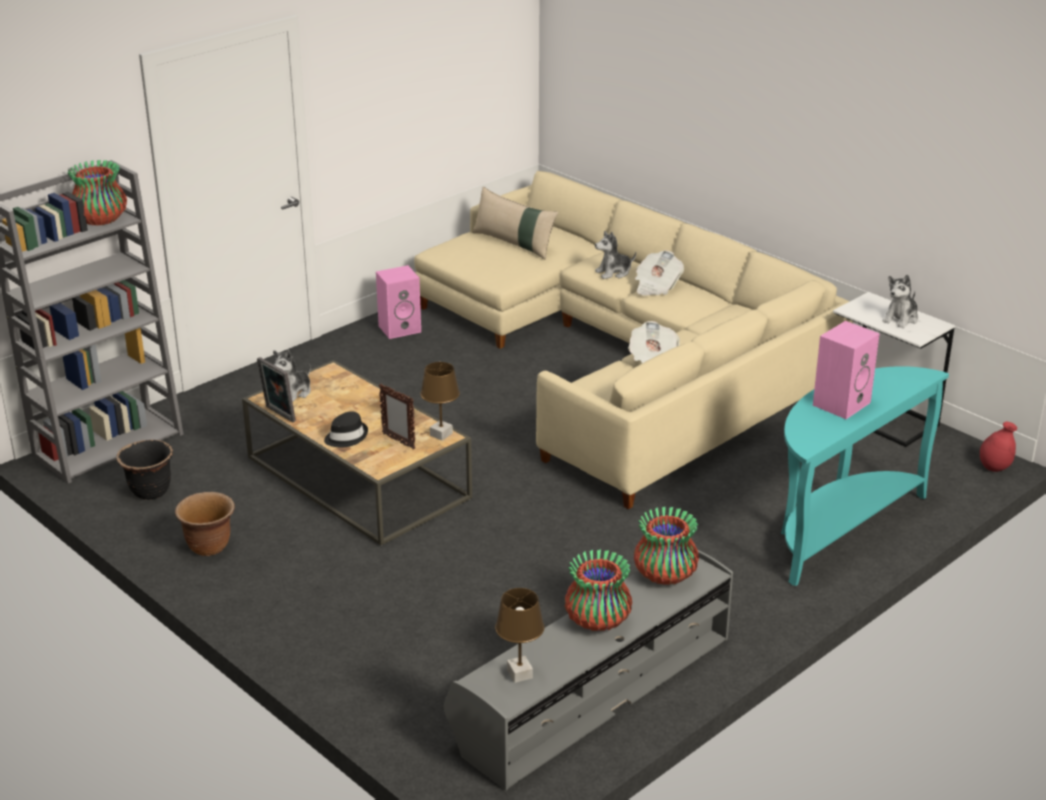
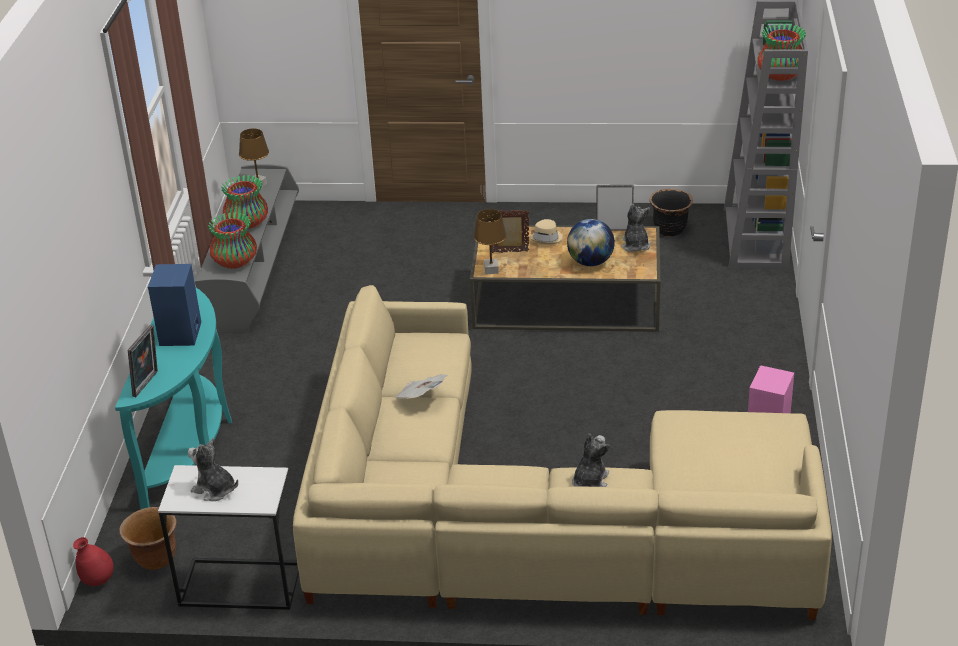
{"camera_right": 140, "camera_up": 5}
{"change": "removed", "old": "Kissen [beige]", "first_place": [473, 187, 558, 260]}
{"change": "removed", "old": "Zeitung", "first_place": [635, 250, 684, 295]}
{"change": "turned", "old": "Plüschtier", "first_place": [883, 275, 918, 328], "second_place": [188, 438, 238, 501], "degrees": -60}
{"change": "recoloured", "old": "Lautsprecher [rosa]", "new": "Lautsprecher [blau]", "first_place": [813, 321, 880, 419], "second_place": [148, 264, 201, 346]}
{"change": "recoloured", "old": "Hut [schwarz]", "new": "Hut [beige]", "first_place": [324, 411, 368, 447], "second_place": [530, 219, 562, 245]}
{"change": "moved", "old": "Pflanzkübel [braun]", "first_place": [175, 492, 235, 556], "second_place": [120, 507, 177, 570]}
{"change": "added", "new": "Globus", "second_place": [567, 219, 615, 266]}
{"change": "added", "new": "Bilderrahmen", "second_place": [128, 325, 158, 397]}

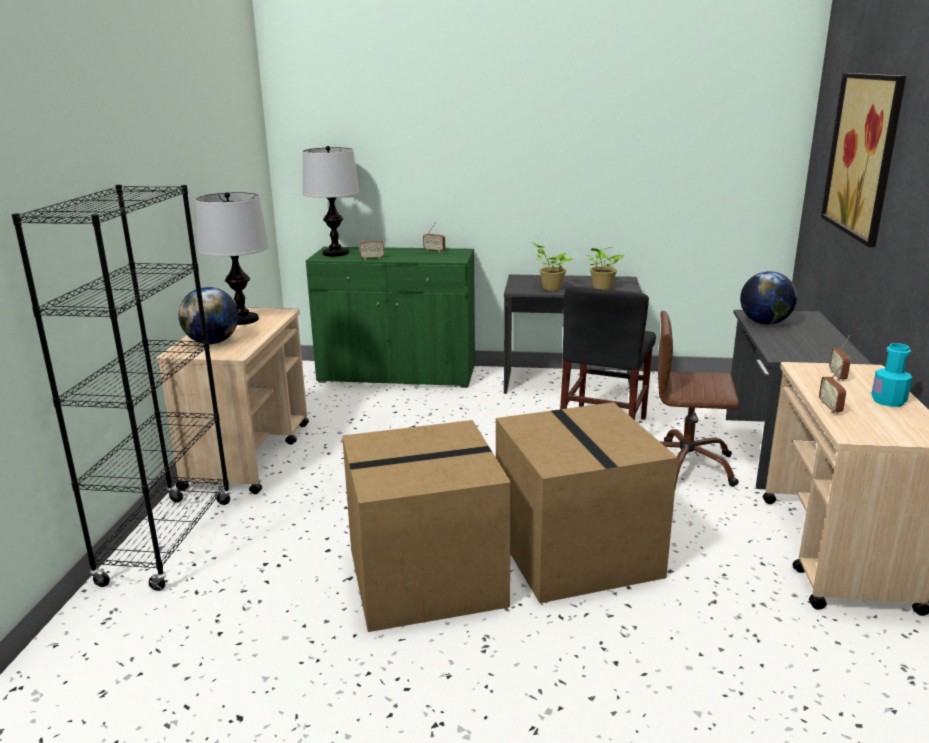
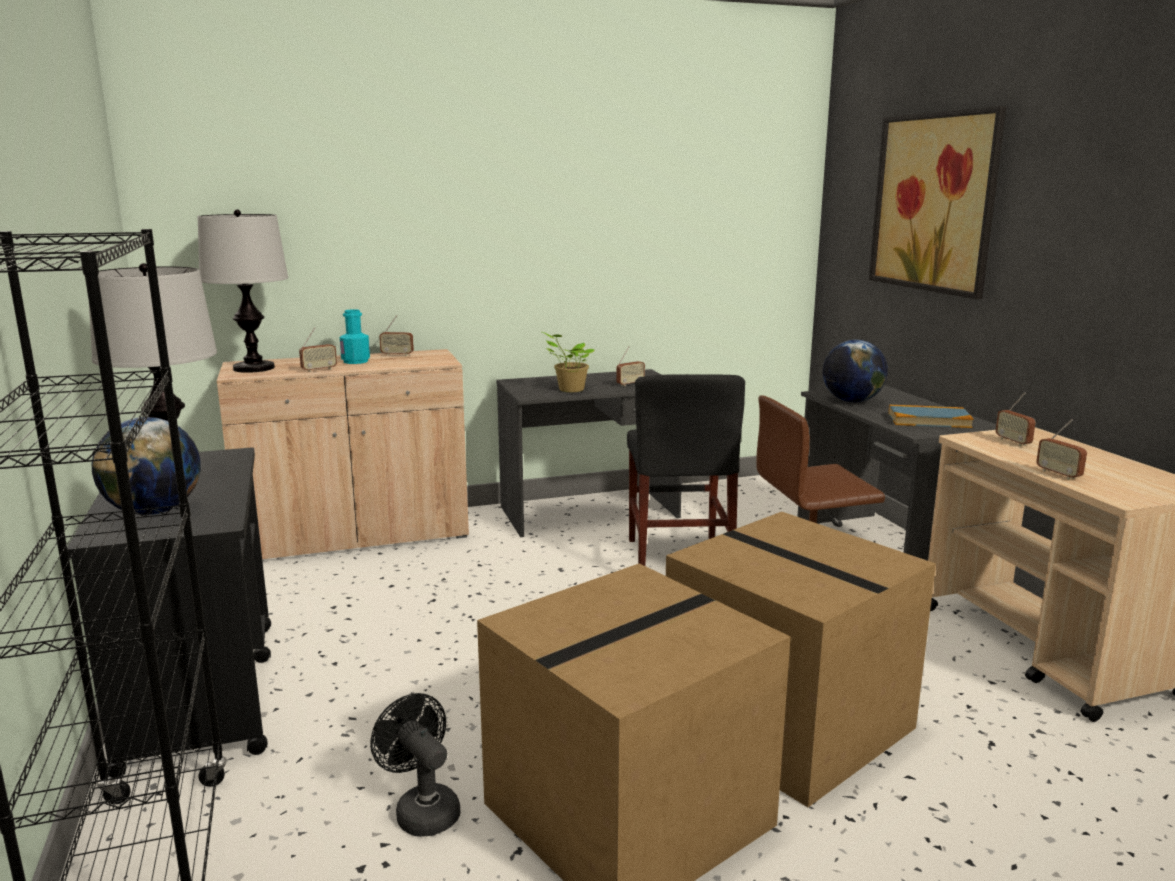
{"camera_right": -25, "camera_up": -5}
{"change": "recoloured", "old": "Schrank [grün]", "new": "Schrank [beige]", "first_place": [306, 247, 475, 388], "second_place": [217, 349, 469, 559]}
{"change": "replaced", "old": "Topfpflanze", "new": "Radio", "first_place": [587, 247, 624, 290], "second_place": [616, 346, 645, 386]}
{"change": "recoloured", "old": "Rollwagen [beige]", "new": "Rollwagen [schwarz]", "first_place": [156, 308, 309, 494], "second_place": [67, 448, 271, 779]}
{"change": "moved", "old": "Flasche [türkis]", "first_place": [871, 343, 912, 407], "second_place": [340, 309, 370, 364]}
{"change": "added", "new": "Buch", "second_place": [888, 405, 974, 428]}
{"change": "added", "new": "Ventilator [schwarz]", "second_place": [370, 693, 460, 837]}

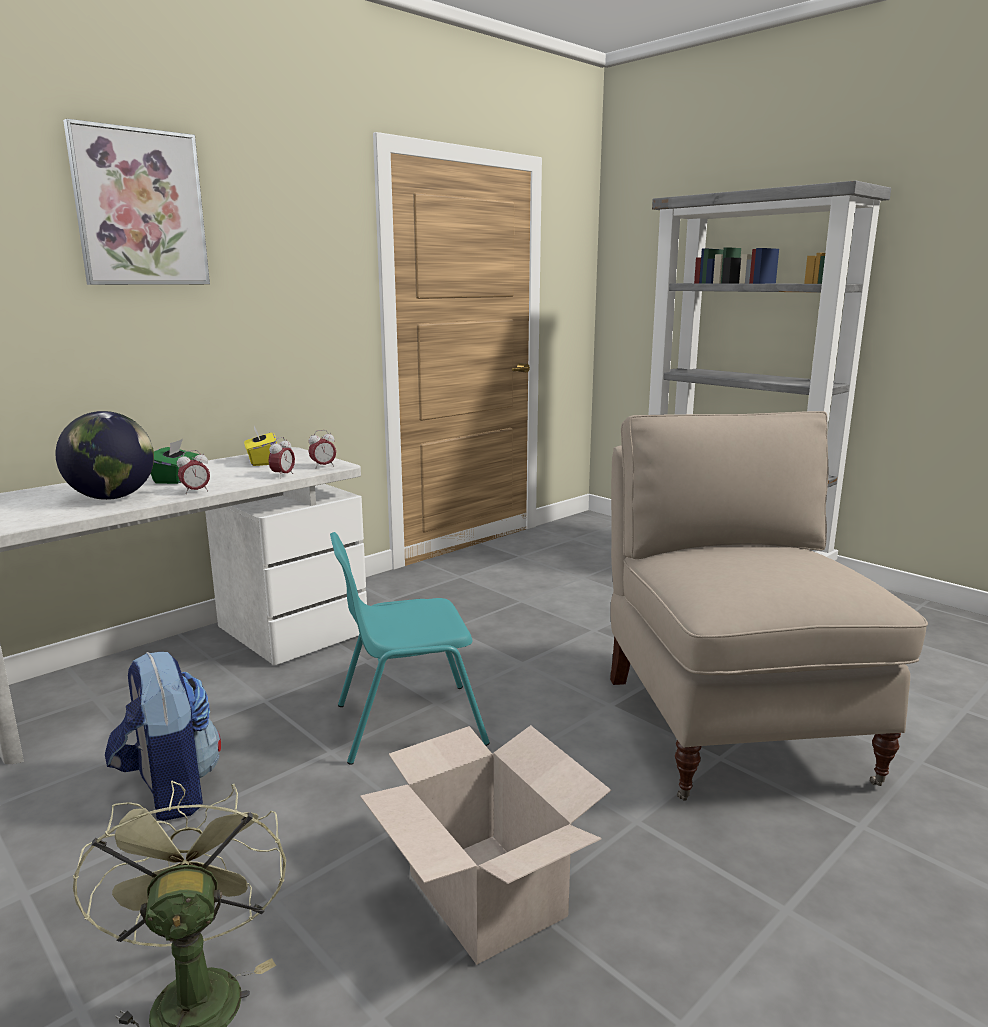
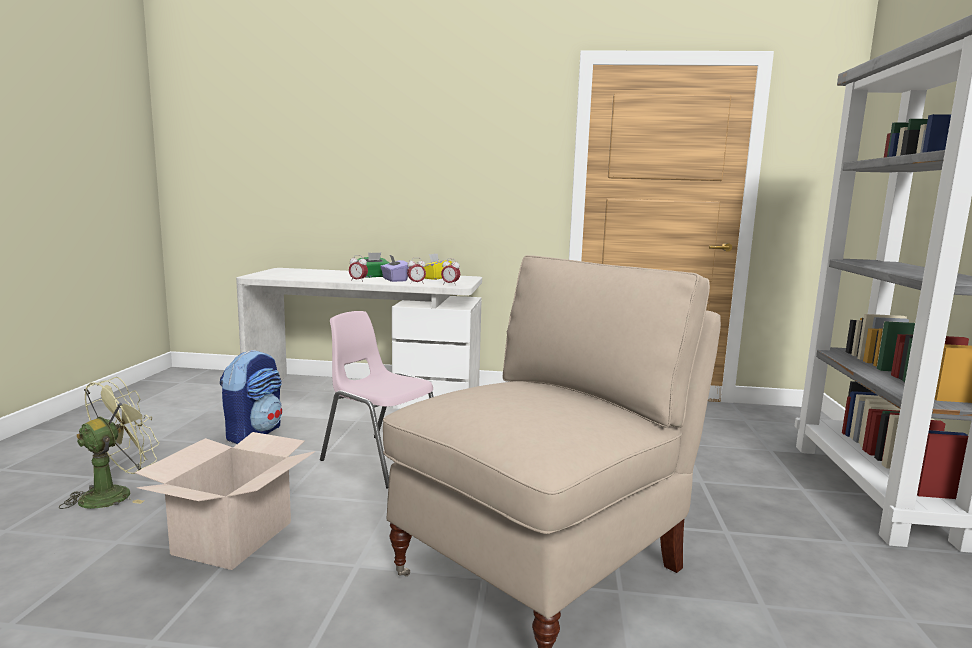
{"camera_right": 50, "camera_up": -5}
{"change": "removed", "old": "Bild", "first_place": [63, 119, 210, 285]}
{"change": "removed", "old": "Globus", "first_place": [56, 411, 154, 500]}
{"change": "recoloured", "old": "Stuhl [türkis]", "new": "Stuhl [rosa]", "first_place": [330, 532, 490, 765], "second_place": [320, 311, 433, 489]}
{"change": "added", "new": "Taschentuchbox [lila]", "second_place": [380, 254, 409, 282]}

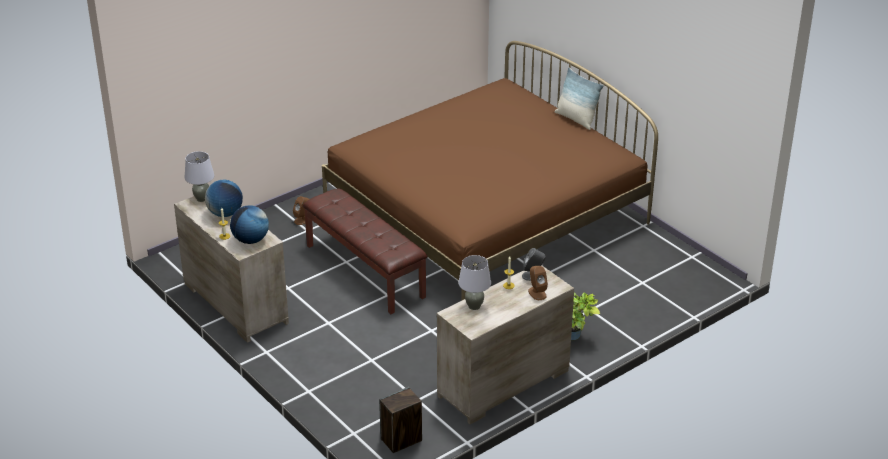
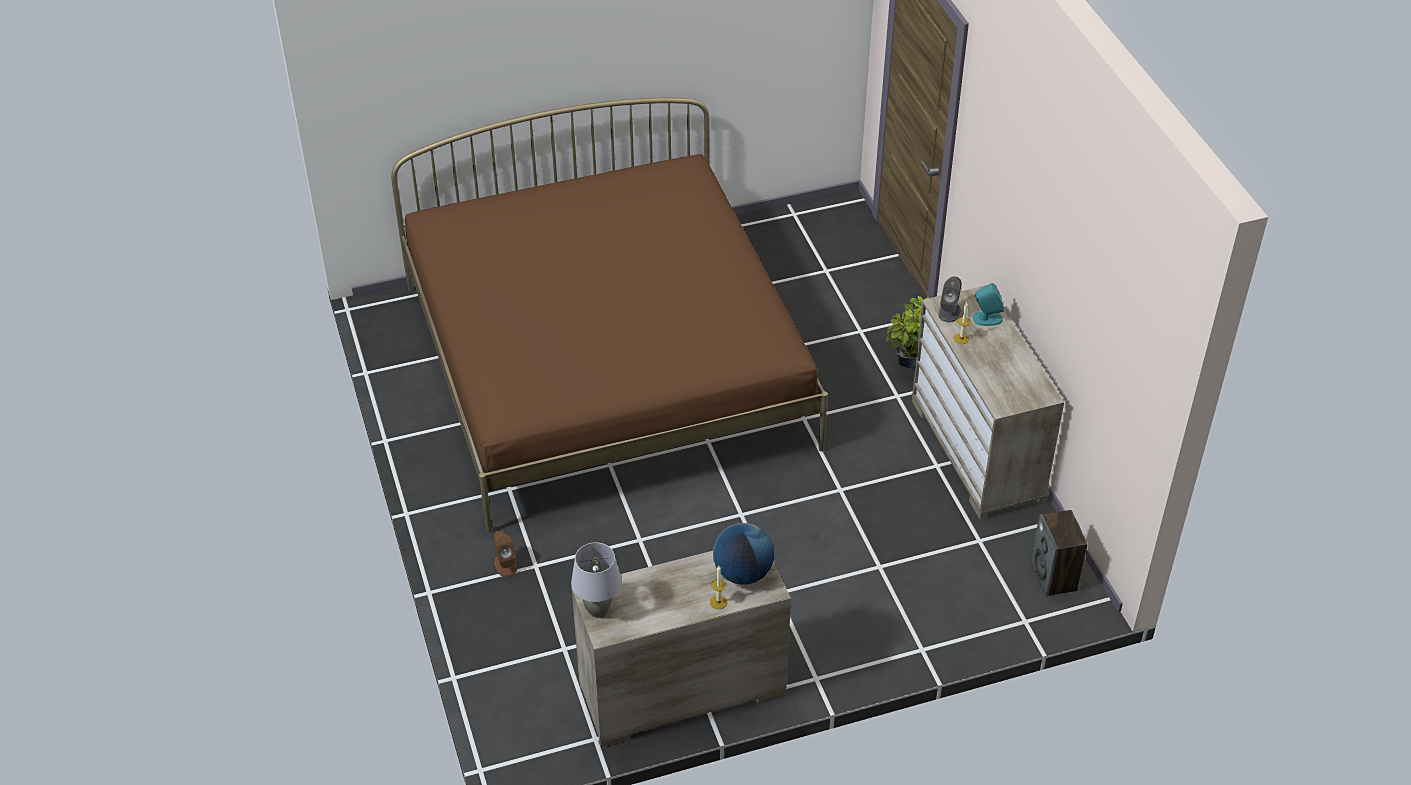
{"camera_right": -70, "camera_up": 10}
{"change": "removed", "old": "Kissen", "first_place": [555, 68, 604, 130]}
{"change": "removed", "old": "Globus", "first_place": [205, 180, 243, 217]}
{"change": "removed", "old": "Bank [braun]", "first_place": [303, 189, 427, 314]}
{"change": "removed", "old": "Tischlampe [grau]", "first_place": [458, 255, 491, 310]}
{"change": "recoloured", "old": "Lautsprecher [braun]", "new": "Lautsprecher [türkis]", "first_place": [528, 266, 548, 300], "second_place": [973, 283, 1004, 326]}

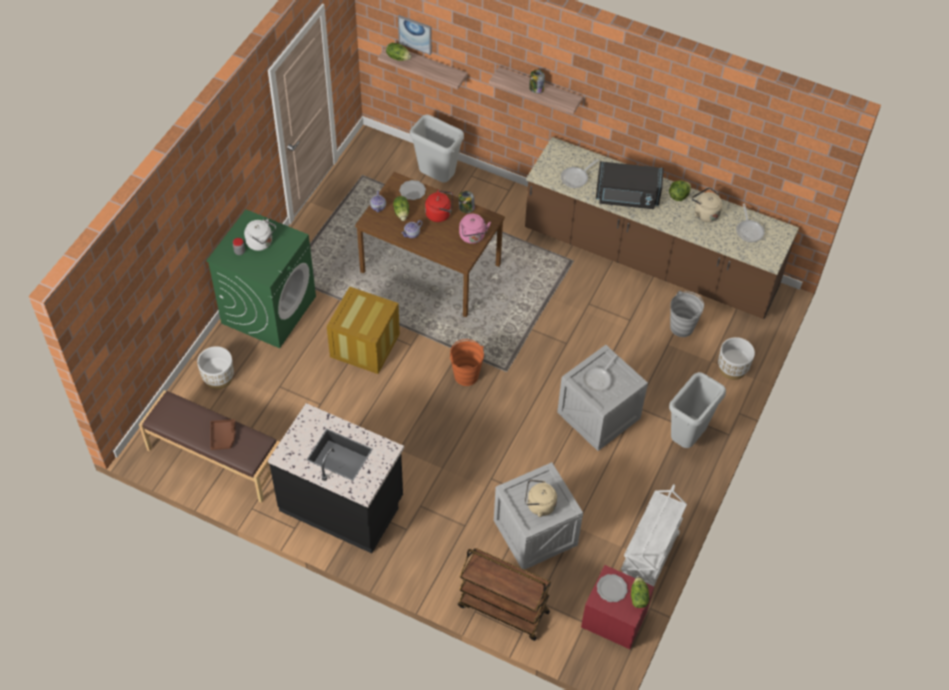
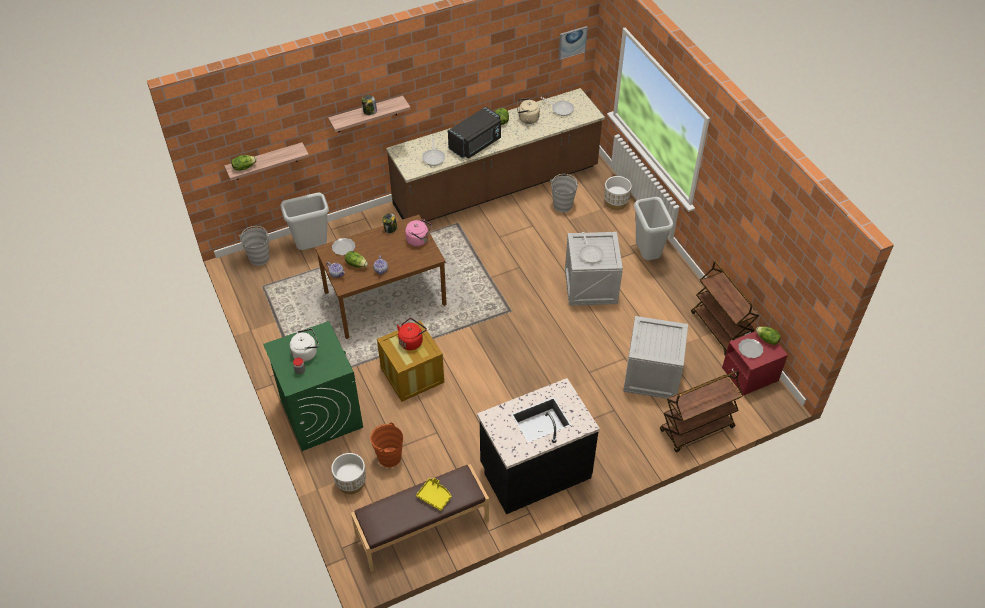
{"camera_right": -50, "camera_up": -5}
{"change": "moved", "old": "Bild", "first_place": [398, 15, 432, 55], "second_place": [559, 26, 588, 60]}
{"change": "moved", "old": "Wasserkessel [rot]", "first_place": [425, 190, 453, 222], "second_place": [397, 318, 427, 350]}
{"change": "moved", "old": "Eimer [orange]", "first_place": [449, 339, 484, 386], "second_place": [370, 422, 403, 467]}
{"change": "recoloured", "old": "Tablett [braun]", "new": "Tablett [gelb]", "first_place": [210, 419, 236, 450], "second_place": [416, 478, 452, 511]}
{"change": "removed", "old": "Wasserkessel [beige]", "first_place": [525, 480, 557, 517]}
{"change": "recoloured", "old": "Rollwagen [weiß]", "new": "Rollwagen [braun]", "first_place": [621, 484, 687, 586], "second_place": [691, 261, 759, 356]}
{"change": "added", "new": "Eimer [grau]", "second_place": [239, 226, 269, 266]}

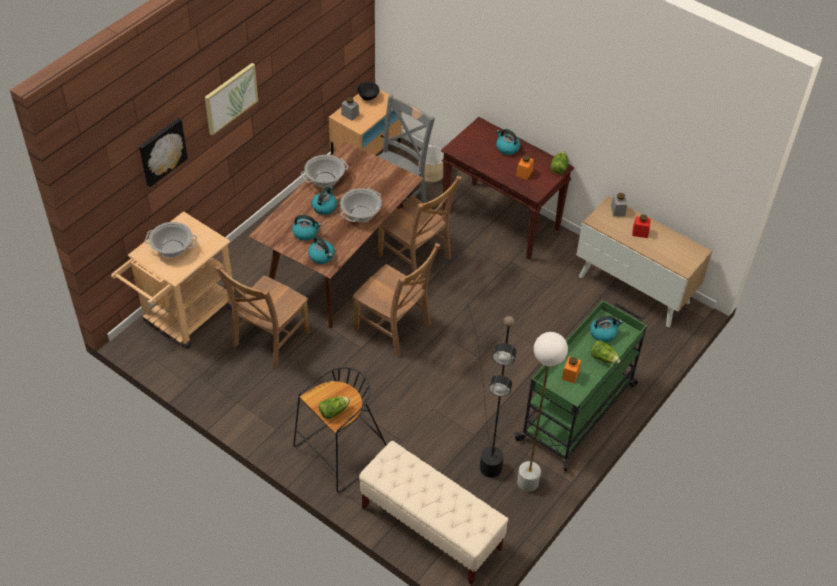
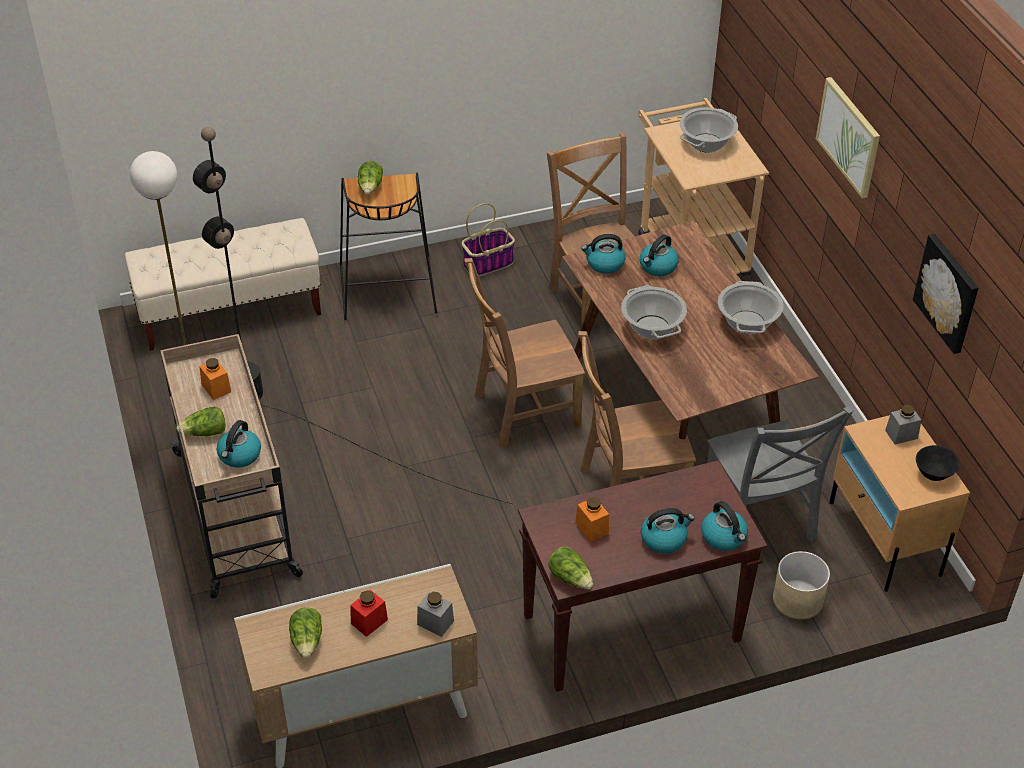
{"camera_right": 125, "camera_up": -5}
{"change": "moved", "old": "Bild", "first_place": [139, 118, 188, 187], "second_place": [913, 234, 979, 354]}
{"change": "moved", "old": "Wasserkessel", "first_place": [312, 187, 337, 215], "second_place": [701, 501, 748, 551]}
{"change": "recoloured", "old": "Rollwagen [grün]", "new": "Rollwagen [beige]", "first_place": [514, 300, 647, 471], "second_place": [160, 334, 303, 599]}
{"change": "added", "new": "Korb", "second_place": [462, 203, 515, 276]}
{"change": "added", "new": "Salatkopf", "second_place": [289, 607, 322, 659]}

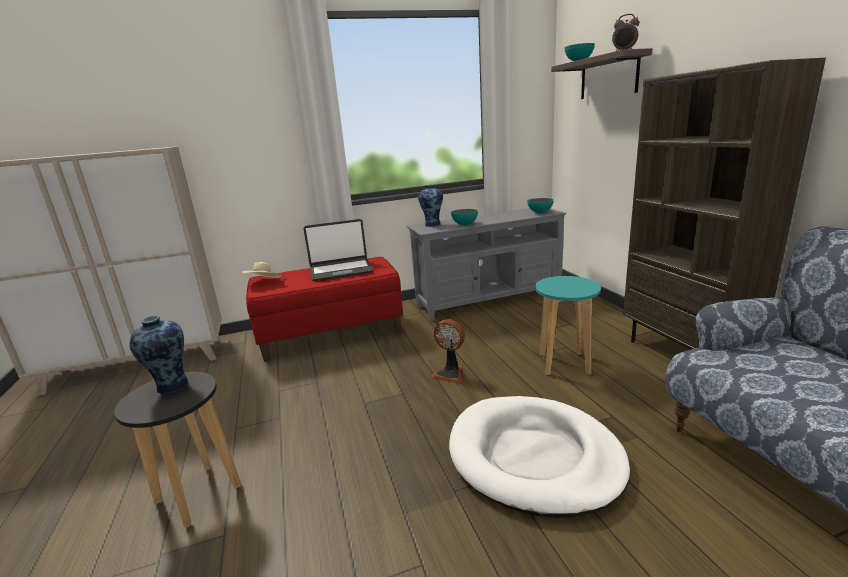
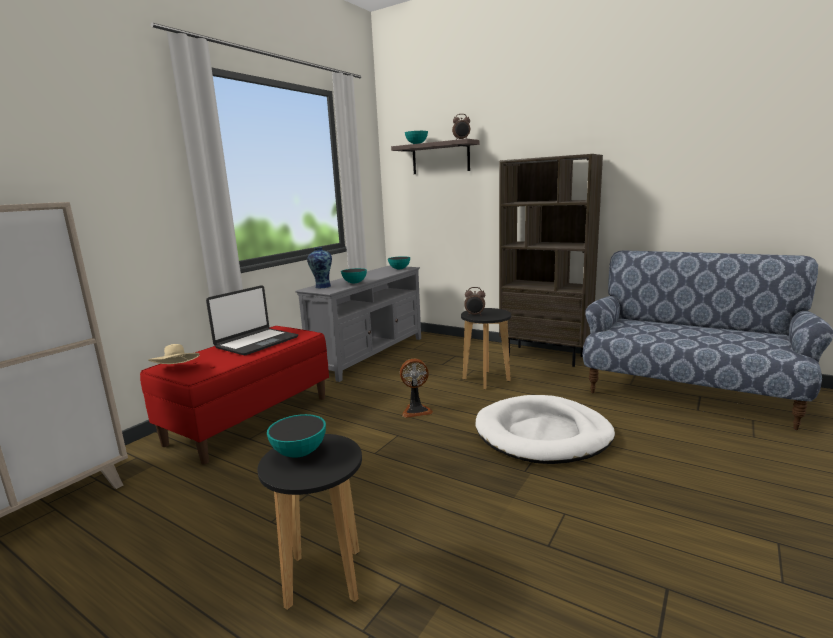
{"camera_right": -40, "camera_up": -5}
{"change": "recoloured", "old": "Hocker [türkis]", "new": "Hocker [schwarz]", "first_place": [535, 276, 601, 375], "second_place": [461, 308, 511, 390]}
{"change": "replaced", "old": "Vase", "new": "Schüssel", "first_place": [130, 315, 188, 394], "second_place": [267, 414, 326, 458]}
{"change": "added", "new": "Wecker", "second_place": [464, 287, 485, 316]}

